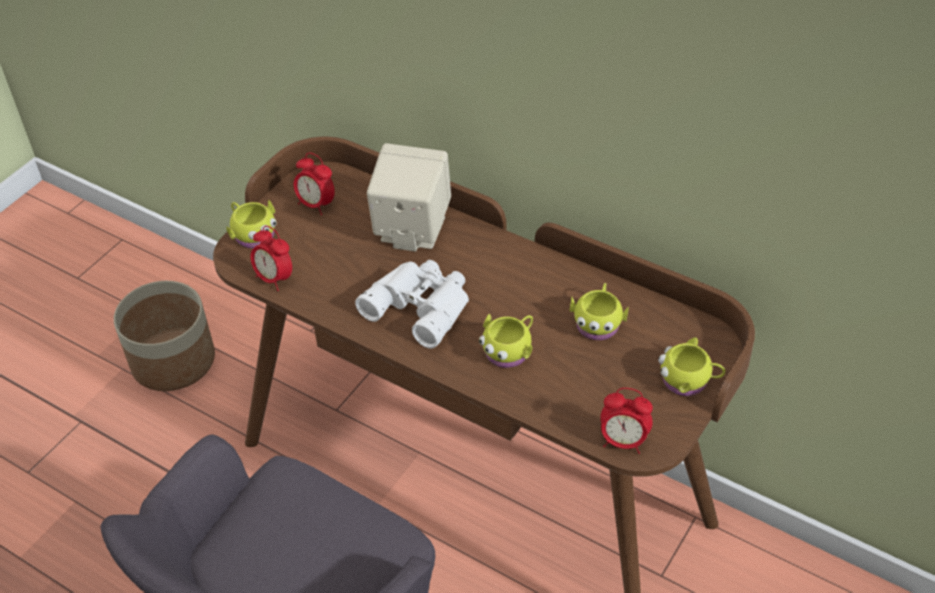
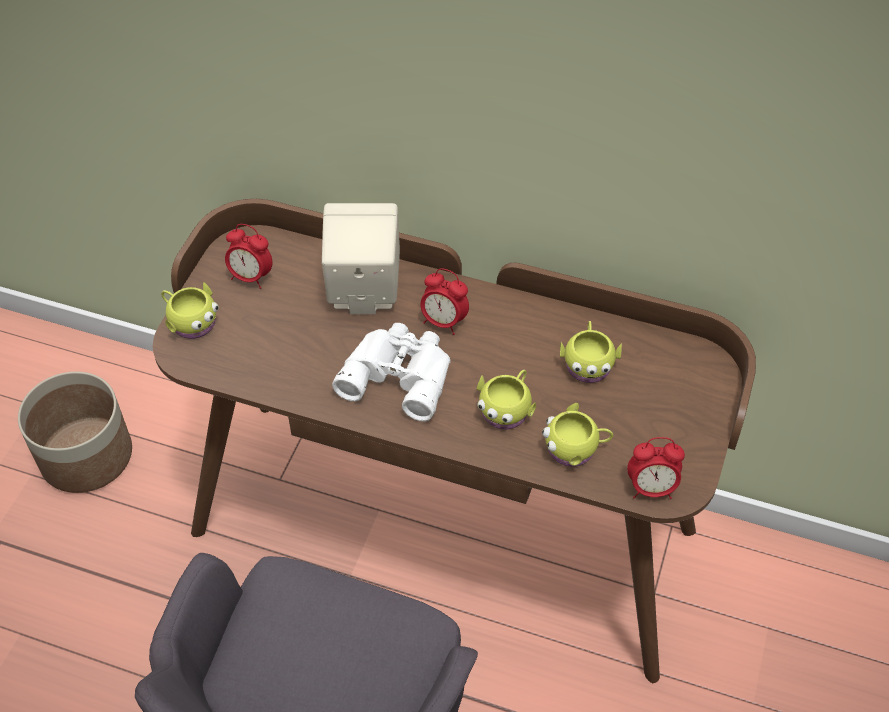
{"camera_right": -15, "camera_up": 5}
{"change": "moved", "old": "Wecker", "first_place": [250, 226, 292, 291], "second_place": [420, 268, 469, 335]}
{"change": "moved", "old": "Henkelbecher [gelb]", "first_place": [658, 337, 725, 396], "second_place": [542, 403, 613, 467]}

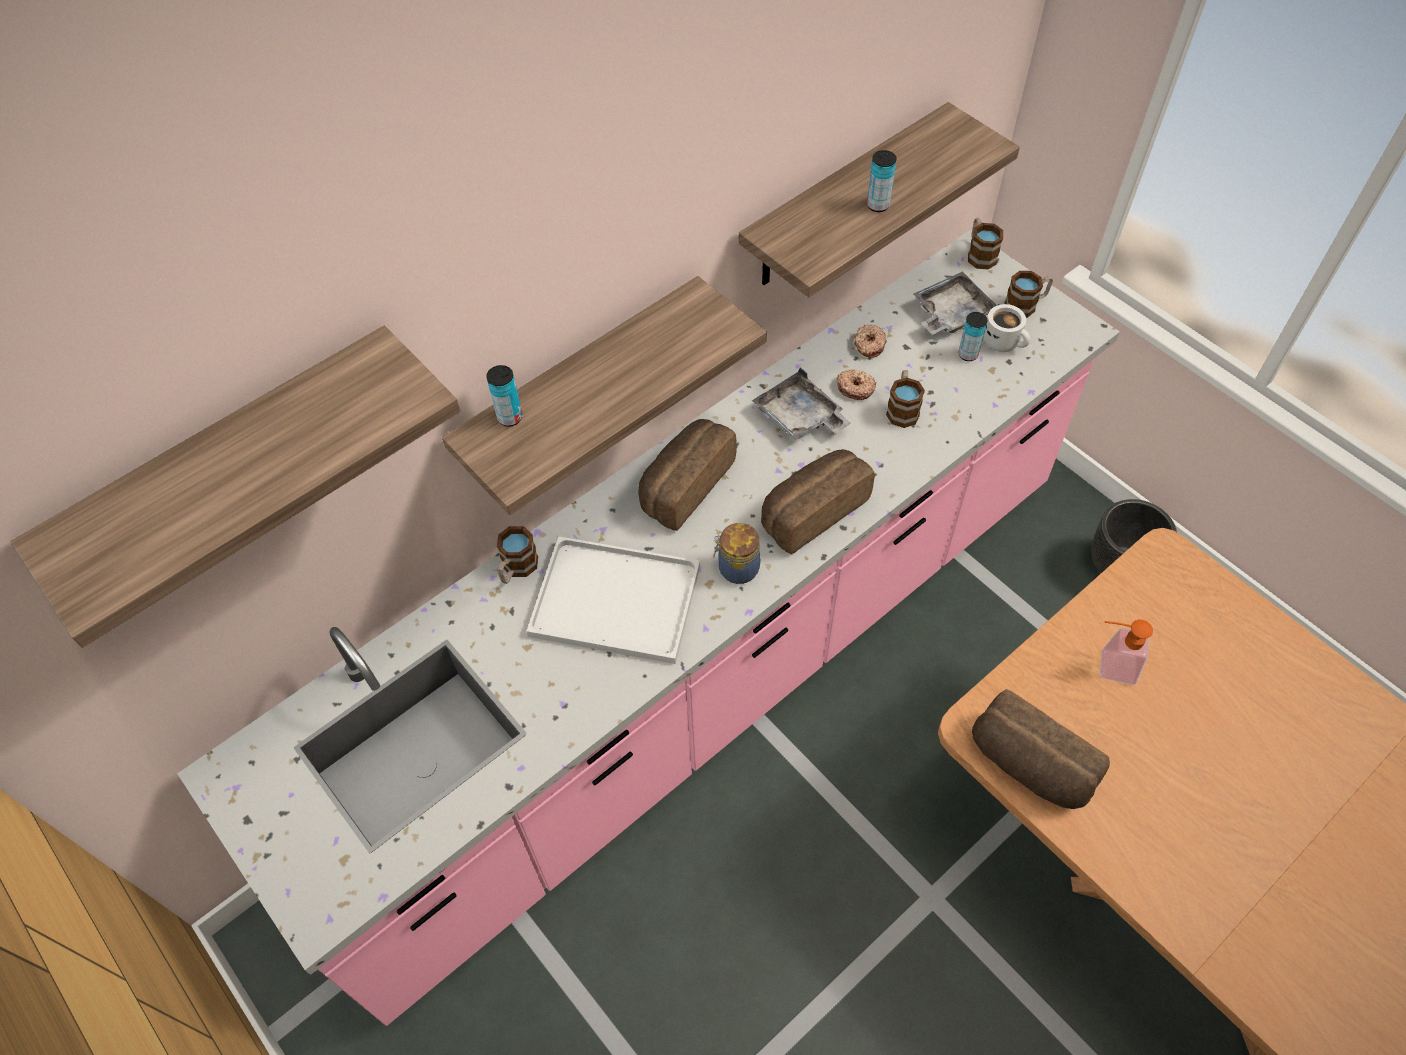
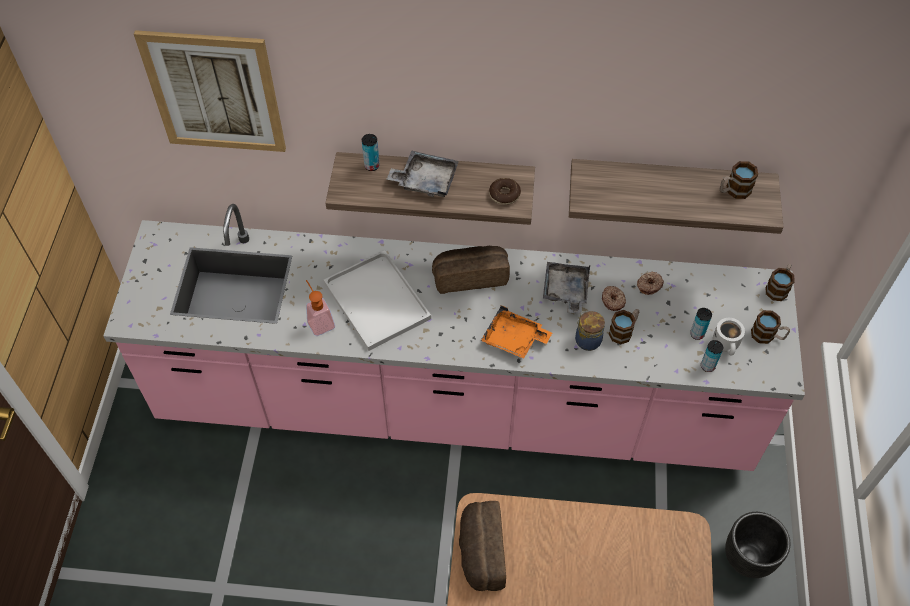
{"camera_right": 45, "camera_up": 0}
{"change": "moved", "old": "Dose", "first_place": [867, 150, 897, 212], "second_place": [701, 340, 723, 372]}
{"change": "moved", "old": "Tablett [grau]", "first_place": [913, 271, 999, 335], "second_place": [387, 150, 459, 197]}
{"change": "replaced", "old": "Wandregal", "new": "Bild", "first_place": [11, 325, 460, 648], "second_place": [134, 30, 286, 152]}
{"change": "replaced", "old": "Brot", "new": "Tablett [orange]", "first_place": [761, 449, 874, 555], "second_place": [481, 305, 552, 359]}
{"change": "moved", "old": "Vorratsglas", "first_place": [713, 523, 760, 584], "second_place": [575, 311, 605, 351]}
{"change": "moved", "old": "Henkelbecher", "first_place": [497, 526, 538, 584], "second_place": [719, 161, 758, 199]}
{"change": "moved", "old": "Seifenspender", "first_place": [1100, 619, 1153, 685], "second_place": [306, 280, 335, 336]}
{"change": "added", "new": "Donut", "second_place": [489, 178, 521, 205]}

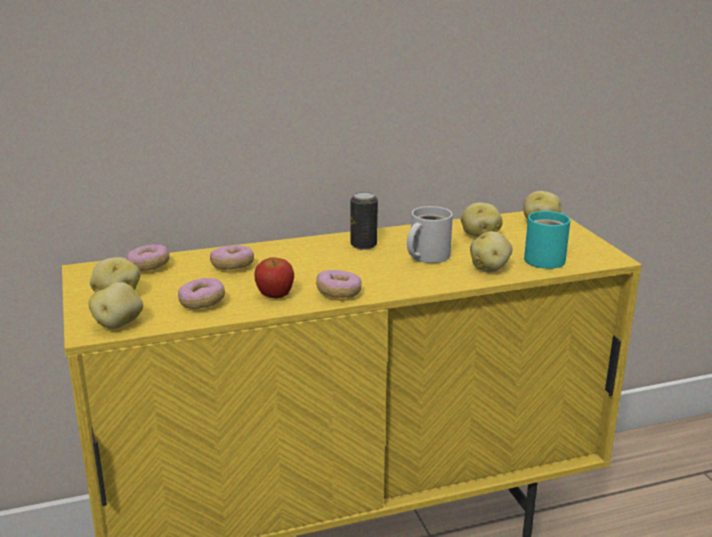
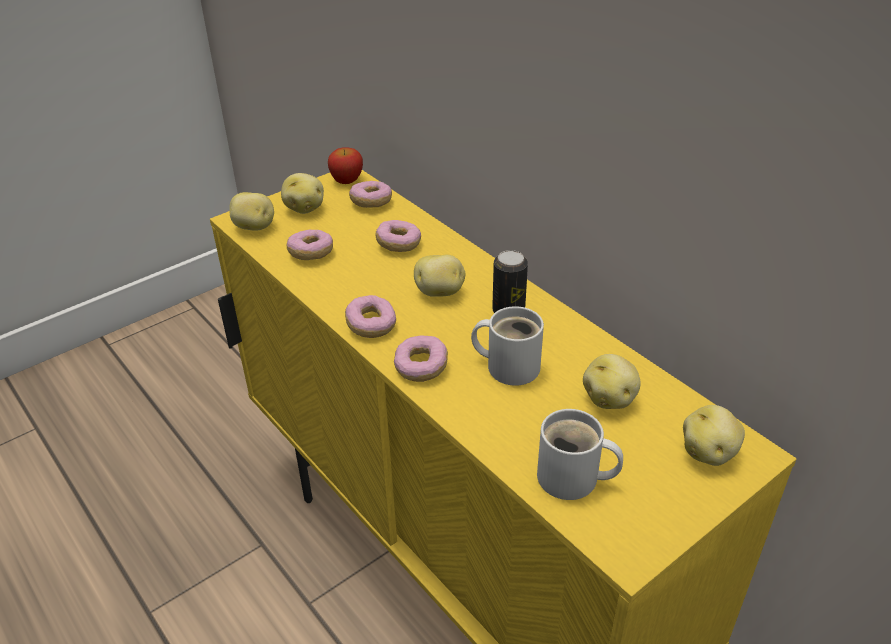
{"camera_right": 70, "camera_up": 15}
{"change": "recoloured", "old": "Henkelbecher [türkis]", "new": "Henkelbecher [weiß]", "first_place": [524, 211, 570, 269], "second_place": [537, 409, 623, 500]}
{"change": "moved", "old": "Kartoffel", "first_place": [470, 231, 513, 272], "second_place": [414, 254, 465, 297]}
{"change": "moved", "old": "Apfel", "first_place": [254, 258, 294, 298], "second_place": [328, 147, 363, 184]}
{"change": "added", "new": "Donut", "second_place": [394, 335, 448, 382]}

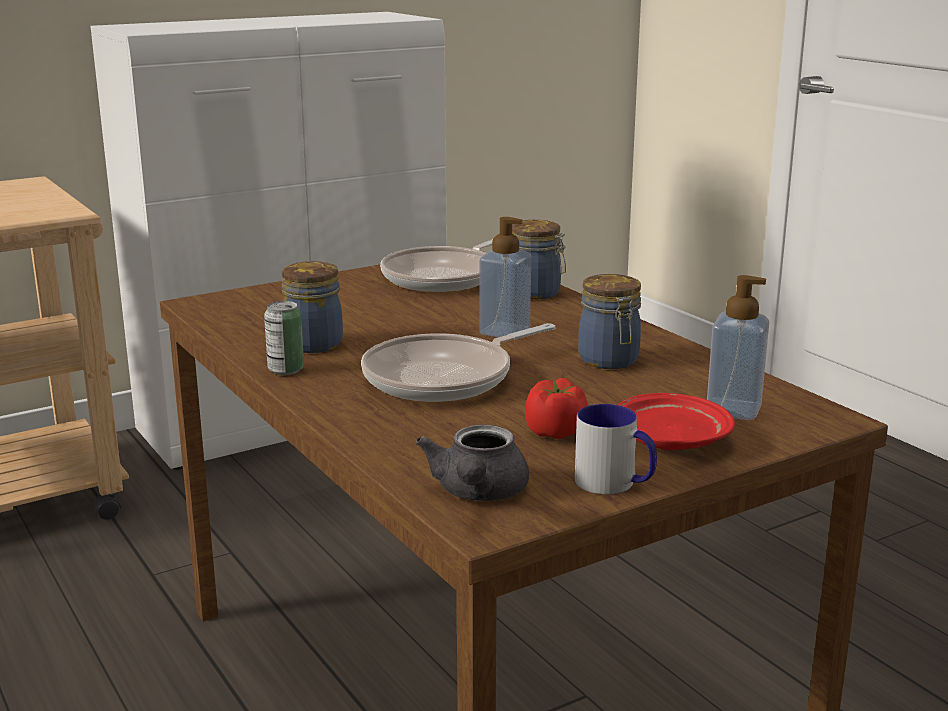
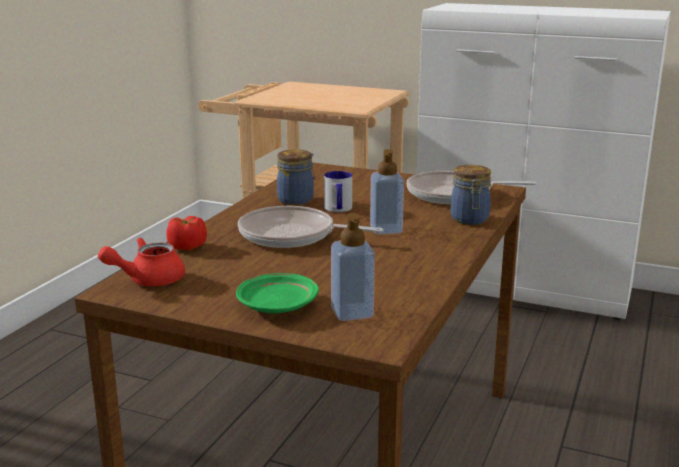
{"camera_right": 55, "camera_up": 0}
{"change": "removed", "old": "Vorratsglas", "first_place": [578, 274, 641, 369]}
{"change": "removed", "old": "Dose", "first_place": [264, 301, 304, 375]}
{"change": "moved", "old": "Tomate", "first_place": [525, 378, 588, 439], "second_place": [167, 216, 207, 250]}
{"change": "recoloured", "old": "Teller [rot]", "new": "Teller [grün]", "first_place": [618, 393, 735, 450], "second_place": [236, 273, 319, 313]}
{"change": "moved", "old": "Henkelbecher", "first_place": [575, 404, 657, 494], "second_place": [324, 171, 352, 212]}
{"change": "recoloured", "old": "Teekanne [grau]", "new": "Teekanne [rot]", "first_place": [416, 425, 529, 501], "second_place": [98, 238, 185, 286]}

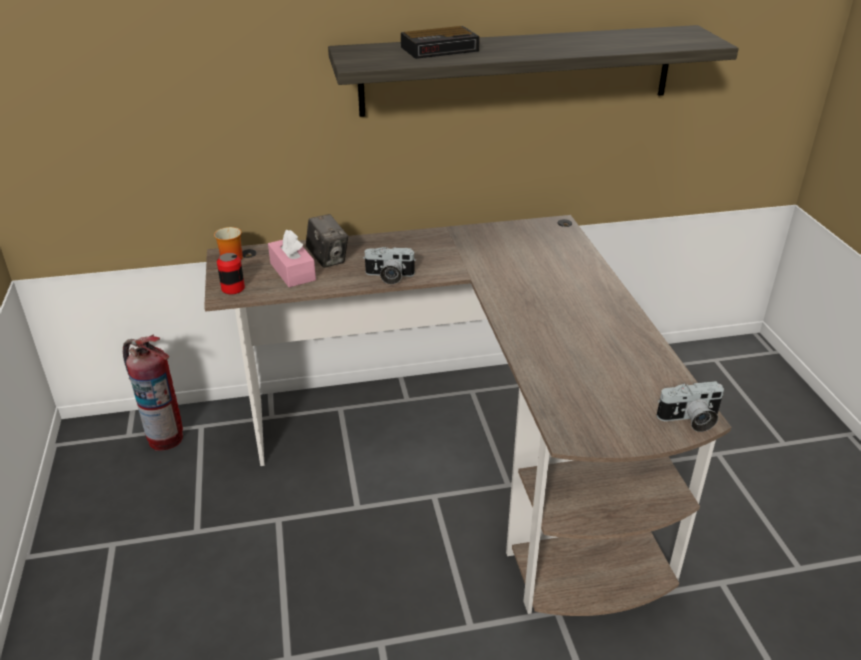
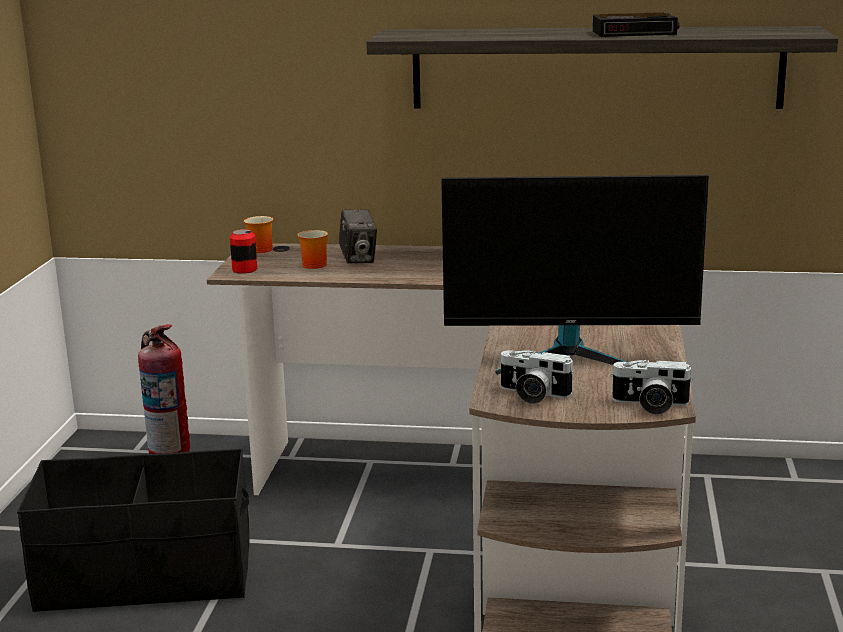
{"camera_right": 20, "camera_up": -15}
{"change": "moved", "old": "Wecker", "first_place": [401, 26, 480, 59], "second_place": [593, 12, 679, 37]}
{"change": "replaced", "old": "Taschentuchbox [rosa]", "new": "Henkelbecher", "first_place": [268, 230, 316, 287], "second_place": [298, 230, 328, 269]}
{"change": "moved", "old": "Kamera", "first_place": [363, 247, 416, 285], "second_place": [499, 350, 575, 404]}
{"change": "added", "new": "Monitor", "second_place": [441, 175, 709, 375]}
{"change": "added", "new": "Aufbewahrungsbox [schwarz]", "second_place": [17, 449, 250, 612]}

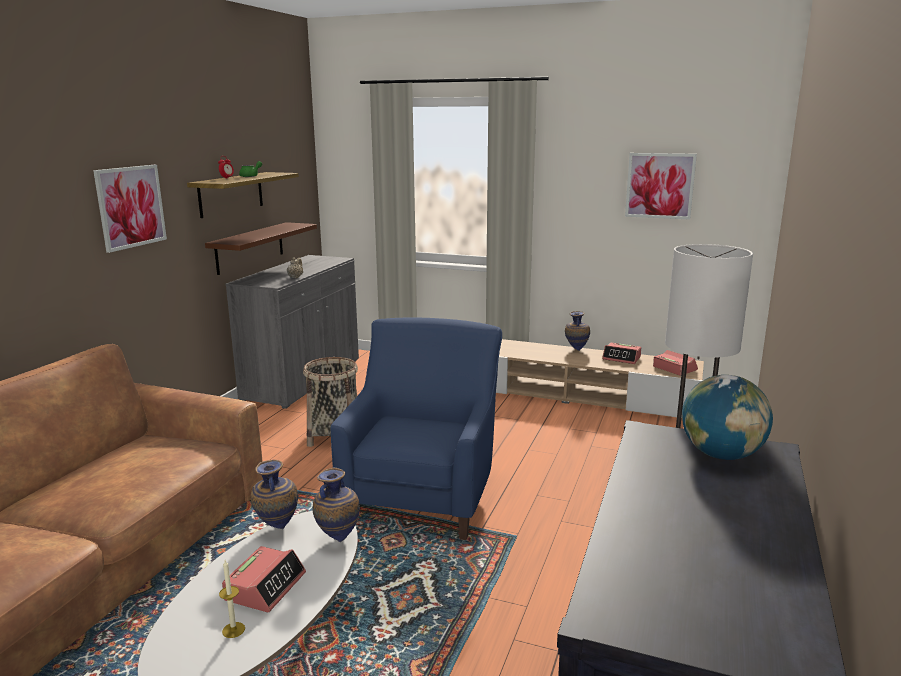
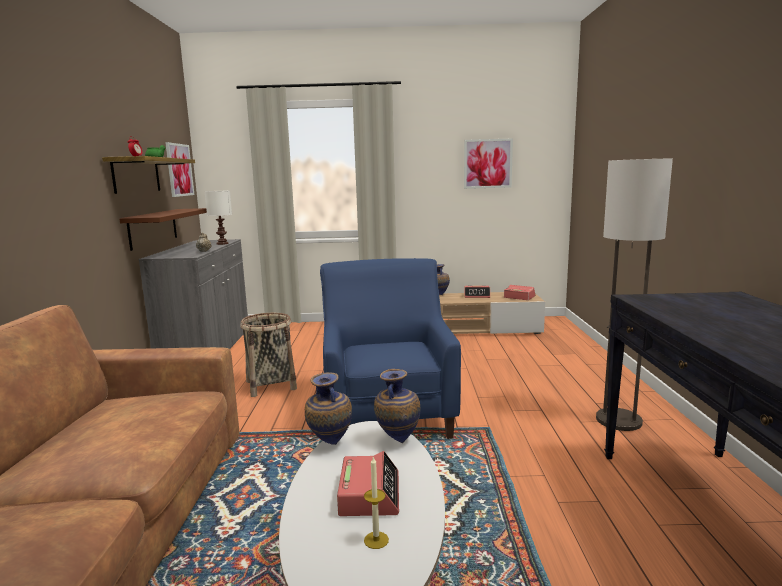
{"camera_right": -20, "camera_up": -5}
{"change": "moved", "old": "Bild", "first_place": [93, 165, 167, 253], "second_place": [165, 142, 194, 197]}
{"change": "removed", "old": "Globus", "first_place": [682, 375, 773, 460]}
{"change": "added", "new": "Tischlampe [weiß]", "second_place": [204, 191, 232, 245]}

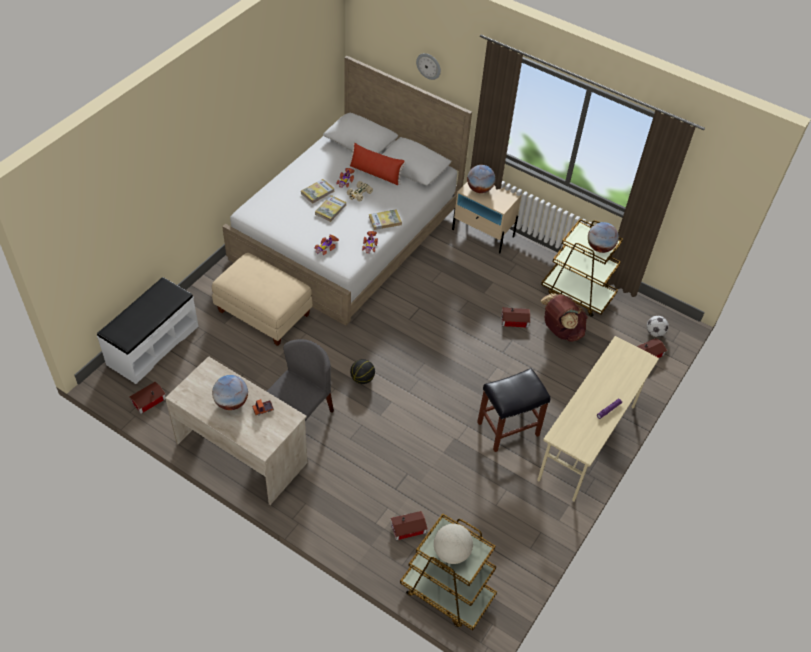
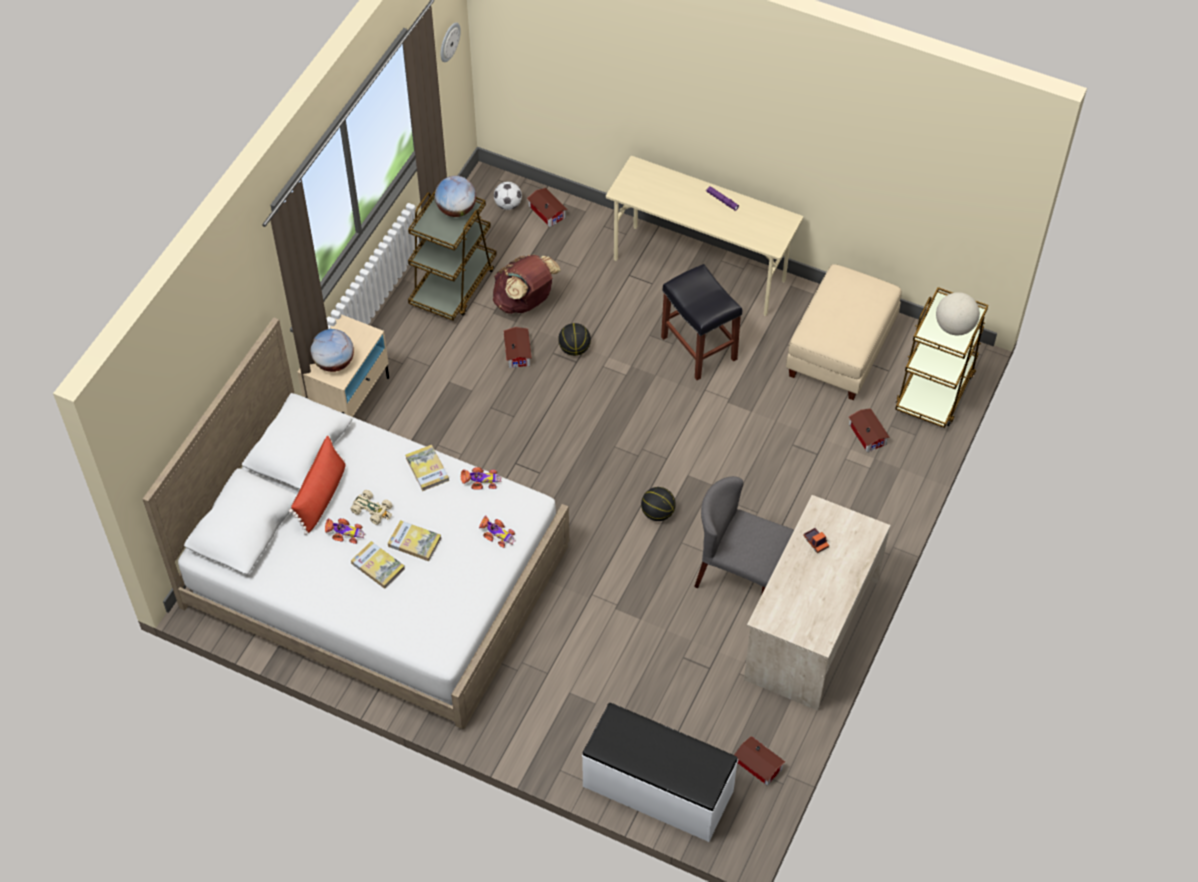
{"camera_right": -95, "camera_up": 5}
{"change": "moved", "old": "Wanduhr", "first_place": [416, 53, 441, 80], "second_place": [441, 22, 461, 62]}
{"change": "moved", "old": "Polsterhocker [beige]", "first_place": [212, 253, 313, 346], "second_place": [786, 264, 901, 400]}
{"change": "removed", "old": "Globus", "first_place": [212, 375, 248, 410]}
{"change": "added", "new": "Basketball", "second_place": [558, 323, 591, 356]}

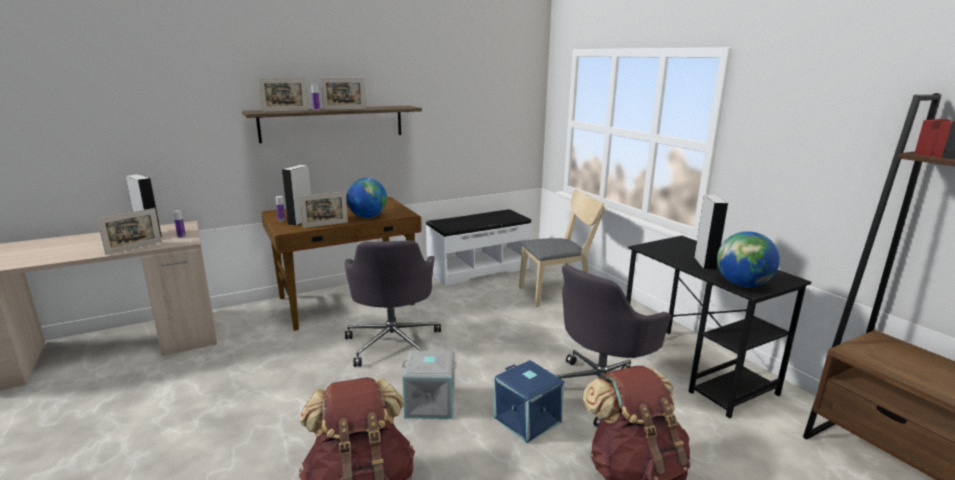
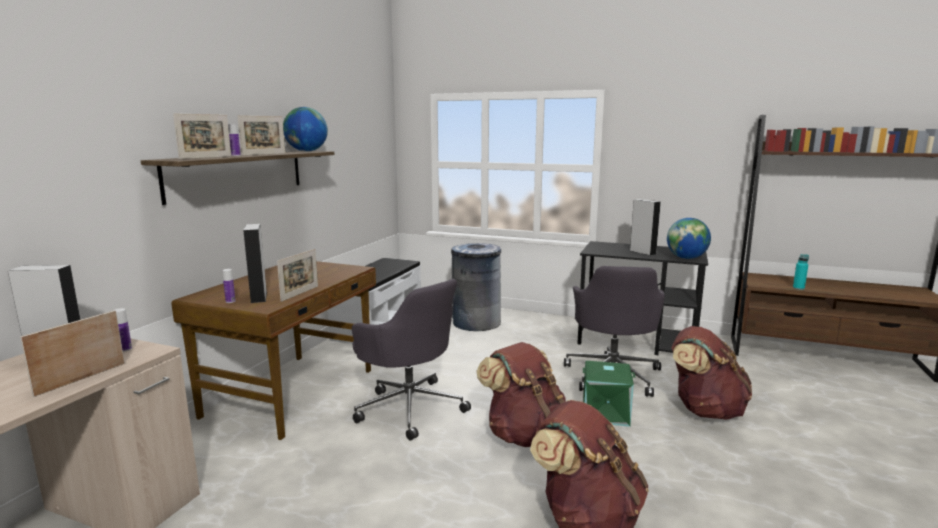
{"camera_right": -40, "camera_up": -5}
{"change": "moved", "old": "Globus", "first_place": [346, 178, 387, 218], "second_place": [283, 107, 328, 152]}
{"change": "replaced", "old": "Stuhl [beige]", "new": "Mülleimer [grau]", "first_place": [519, 189, 605, 307], "second_place": [451, 243, 501, 331]}
{"change": "turned", "old": "Bilderrahmen", "first_place": [97, 208, 162, 255], "second_place": [20, 310, 125, 397], "degrees": -150}
{"change": "replaced", "old": "Aufbewahrungsbox [grau]", "new": "Rucksack [braun]", "first_place": [402, 351, 457, 419], "second_place": [477, 342, 566, 447]}
{"change": "recoloured", "old": "Aufbewahrungsbox [blau]", "new": "Aufbewahrungsbox [grün]", "first_place": [494, 360, 565, 444], "second_place": [583, 361, 636, 427]}
{"change": "added", "new": "Flasche [türkis]", "second_place": [793, 254, 809, 290]}

